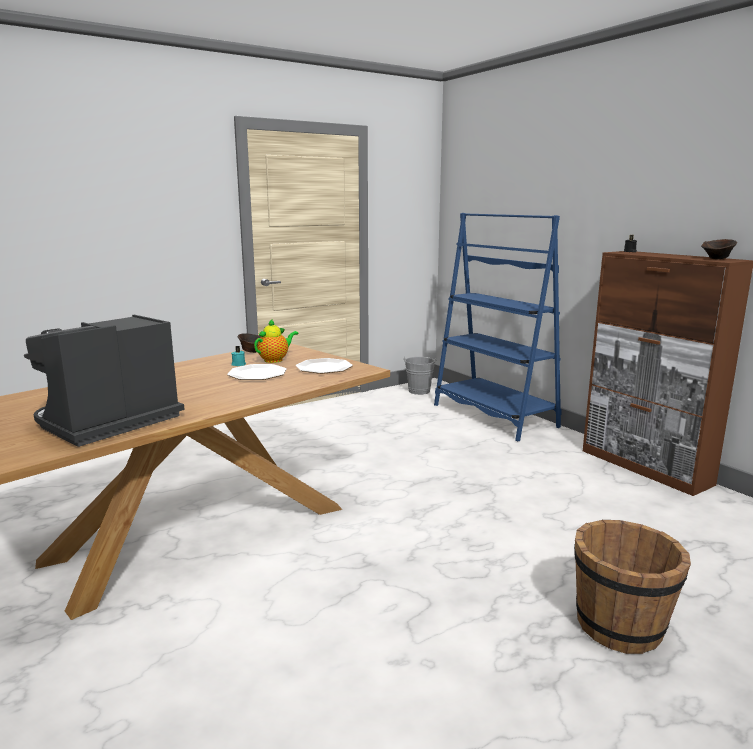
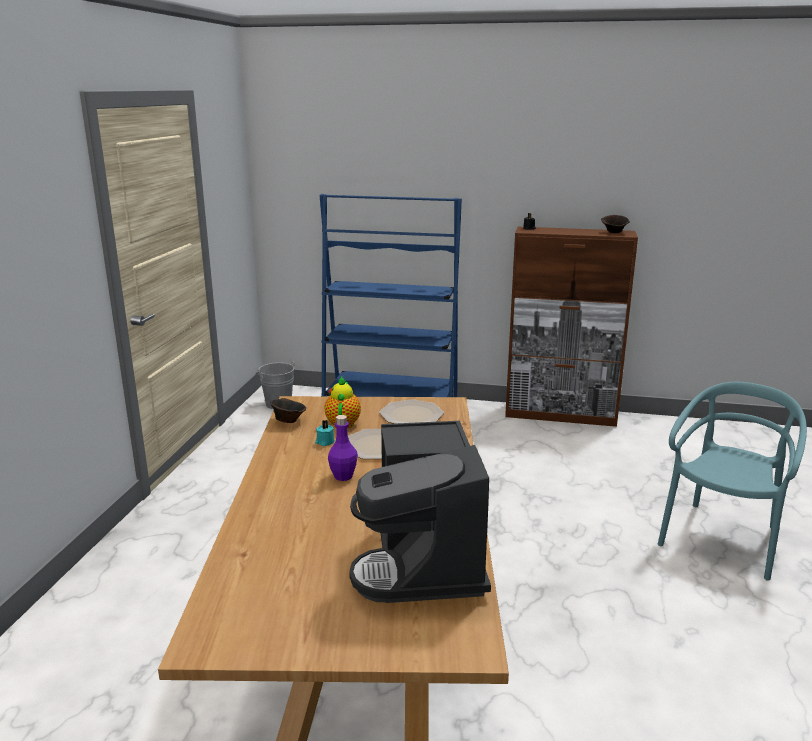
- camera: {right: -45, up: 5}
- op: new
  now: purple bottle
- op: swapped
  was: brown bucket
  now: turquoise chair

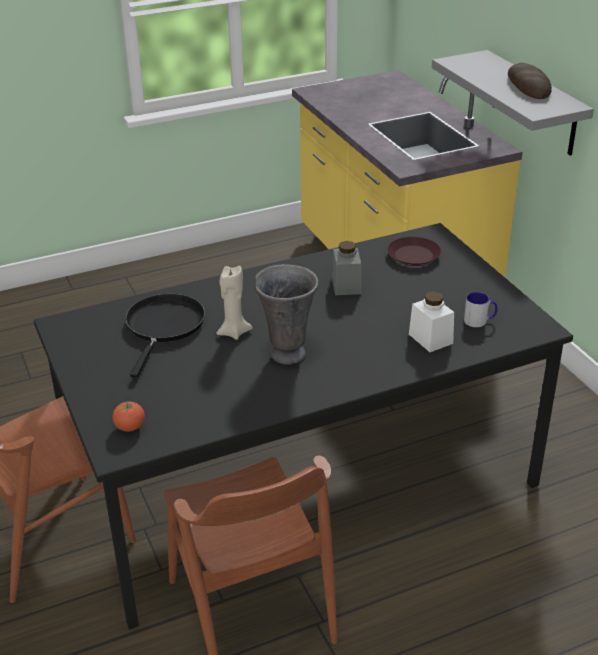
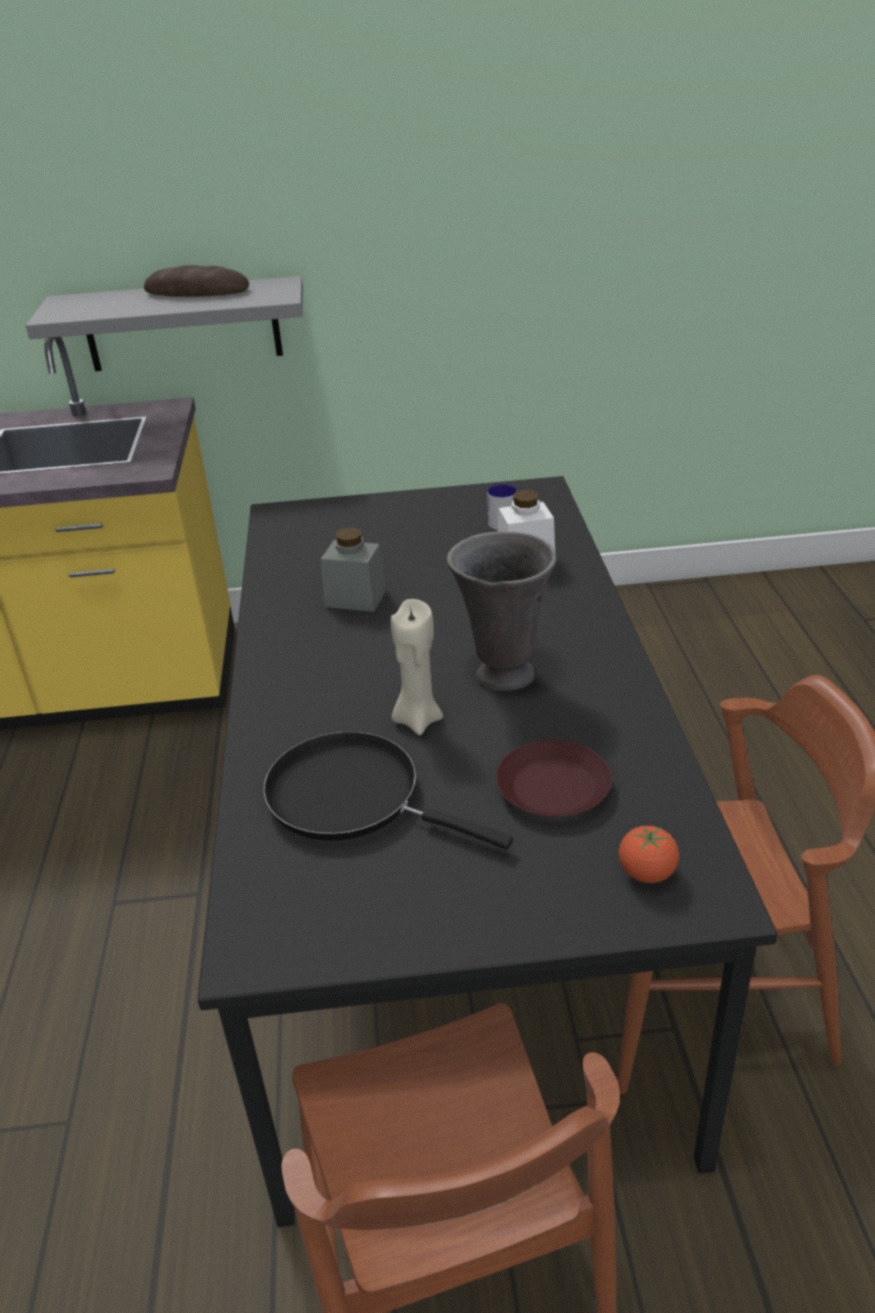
- camera: {right: -70, up: 0}
- op: shifted
  was: brown plate

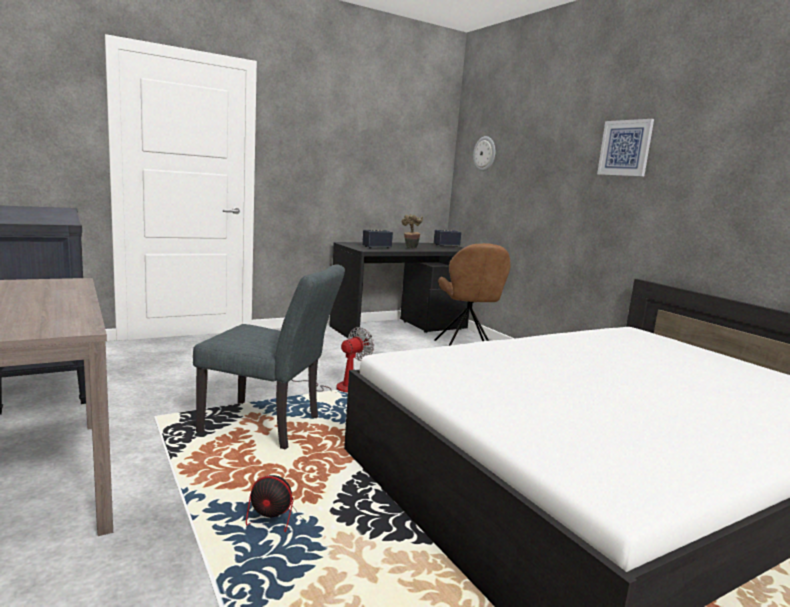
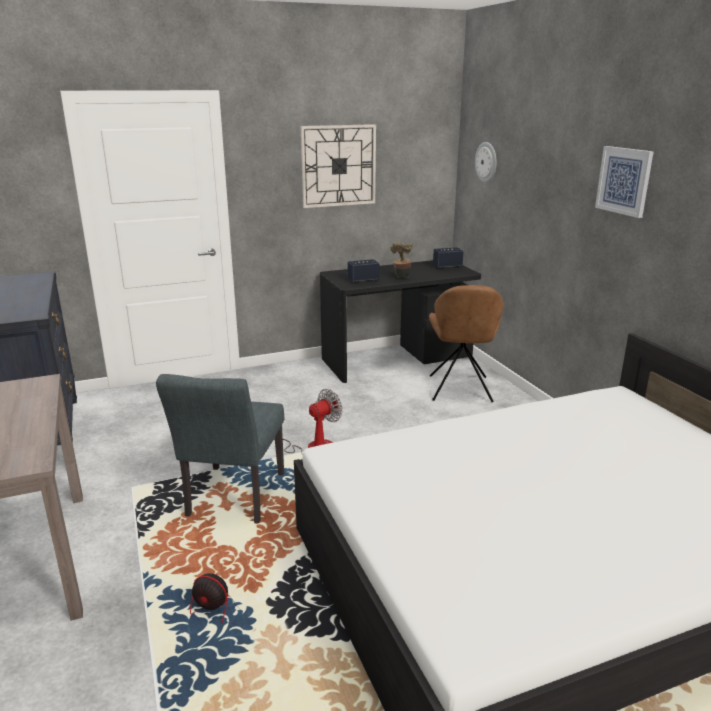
- camera: {right: 10, up: 10}
- op: rotated
  was: grey chair
  clockwise: 75
- op: new
  now: wall clock (no. 1 from left)

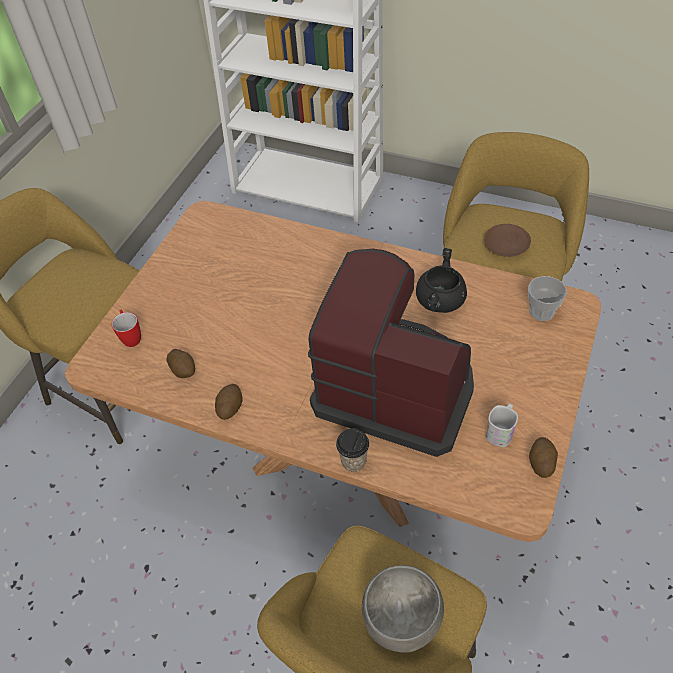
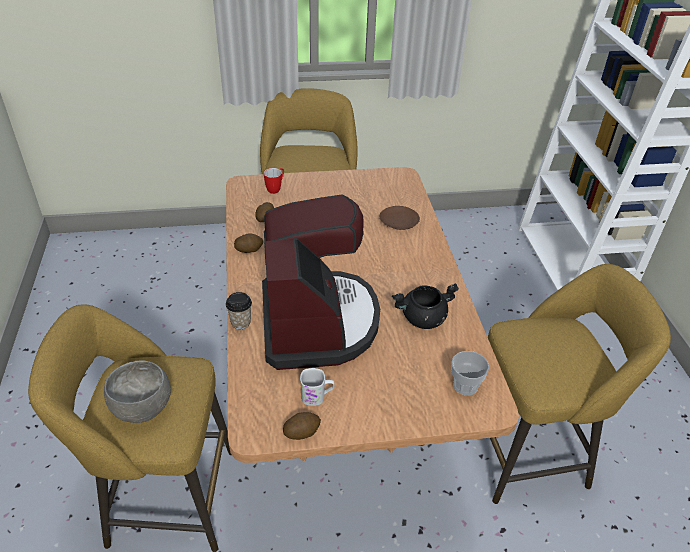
- camera: {right: 55, up: -10}
- op: shifted
  was: brown plate

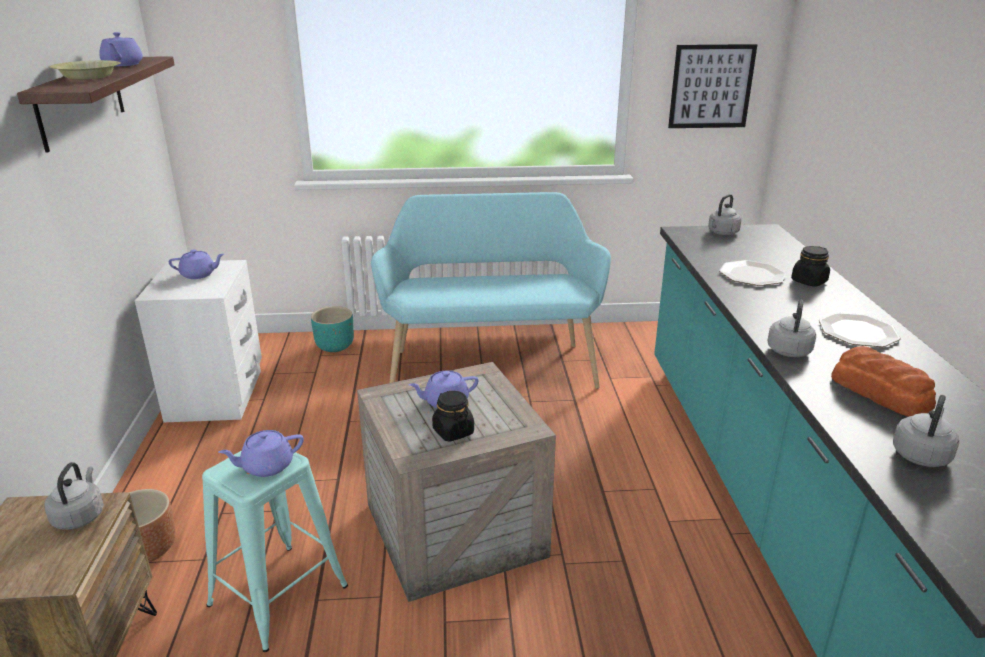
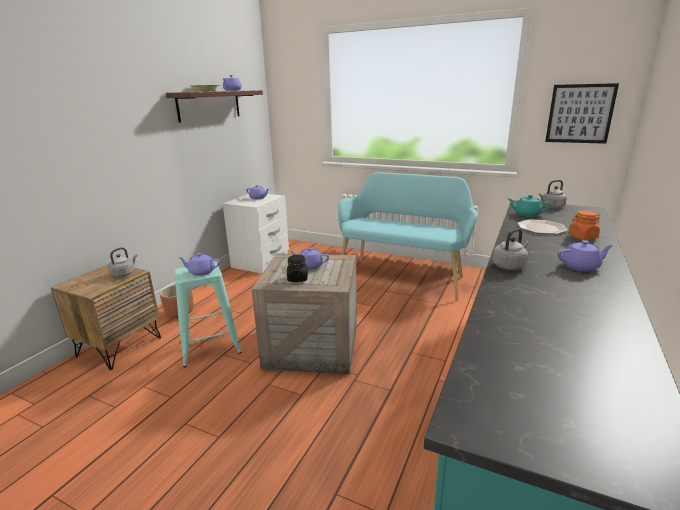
- camera: {right: 30, up: -5}
- op: new
  now: turquoise teapot
- op: swapped
  was: plate (no. 2 from left)
  now: purple teapot (no. 5 from left)
- op: repainted
  was: black jar (no. 2 from left)
  now: orange jar
- op: gone
  was: turquoise planter
- op: gone
  was: bread
- op: gone
  was: grey kettle (no. 4 from left)

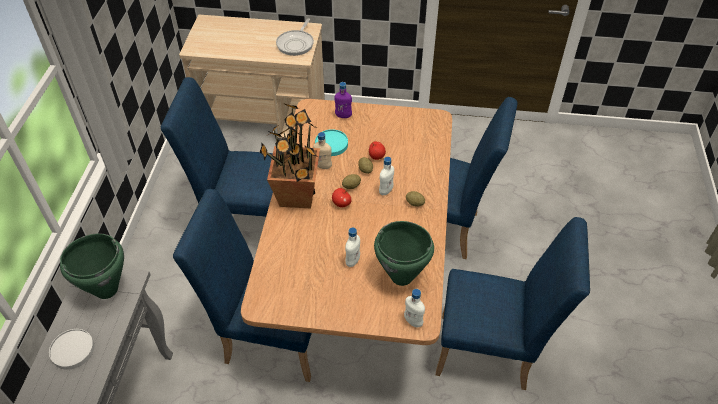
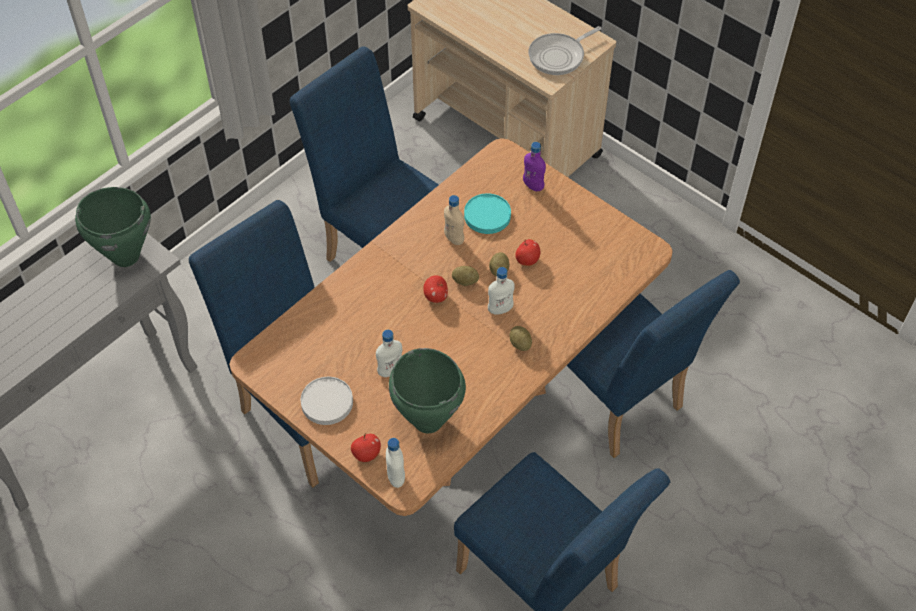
- camera: {right: 35, up: 5}
- op: shifted
  was: white plate
- op: new
  now: apple (no. 1 from left)
- op: gone
  was: potted plant

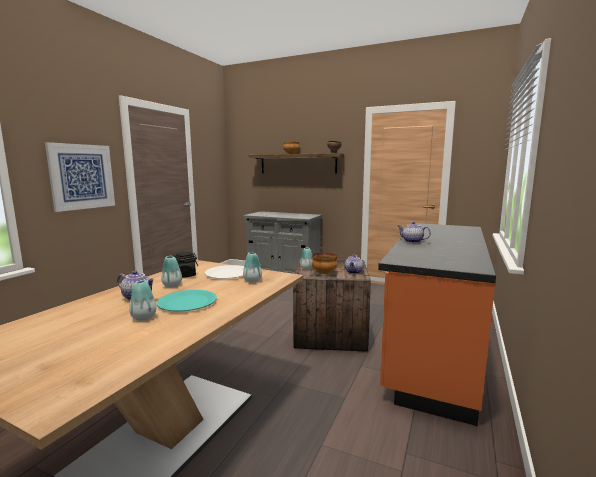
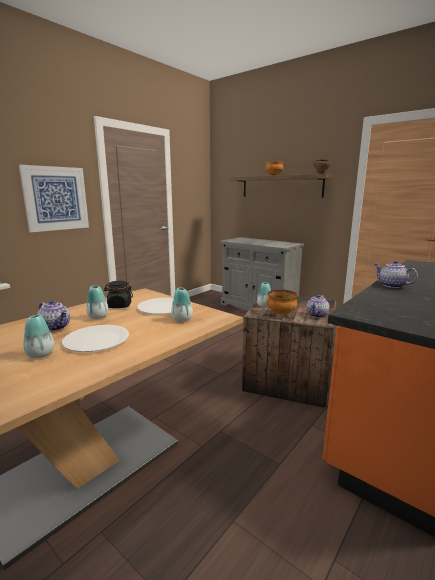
- camera: {right: 15, up: 5}
- op: repainted
  was: turquoise plate
  now: white plate (no. 1 from left)

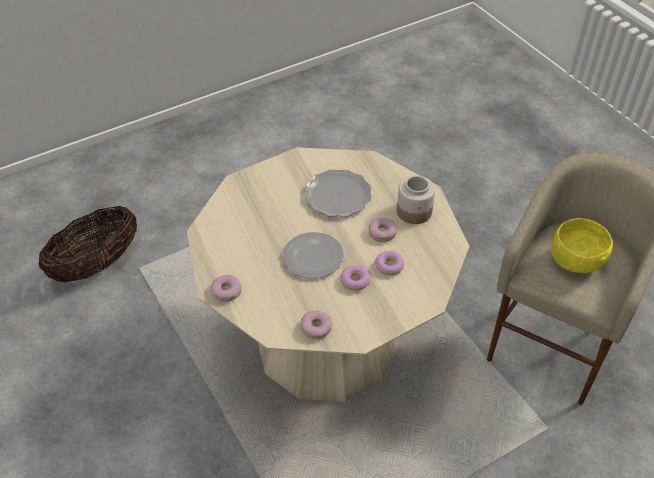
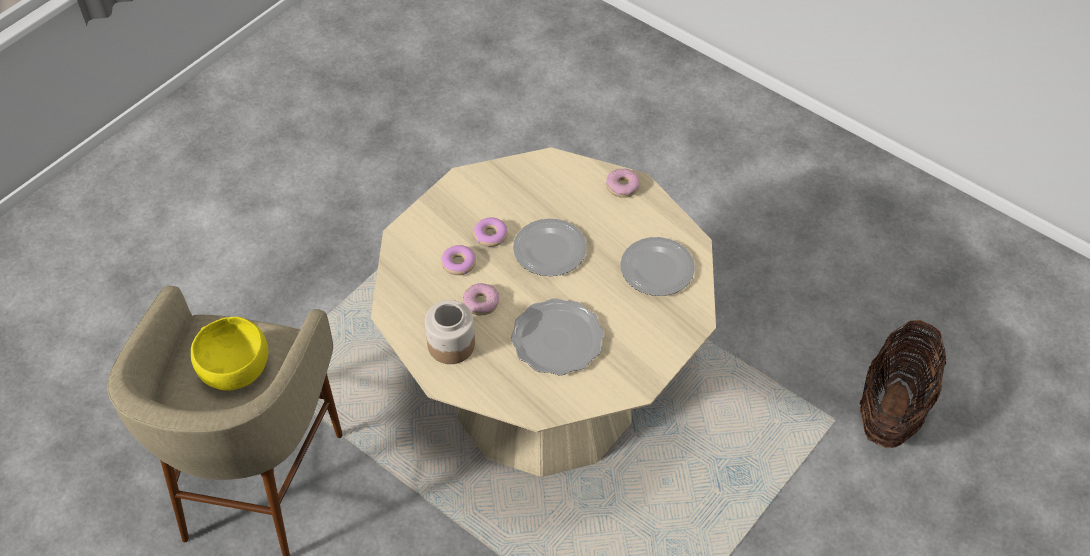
- camera: {right: 160, up: 5}
- op: new
  now: plate (no. 3 from left)
- op: gone
  was: donut (no. 2 from left)

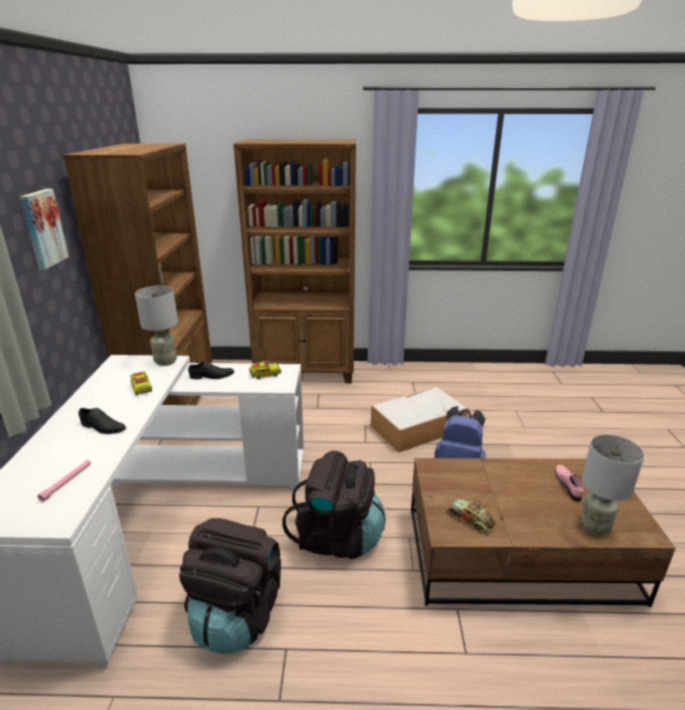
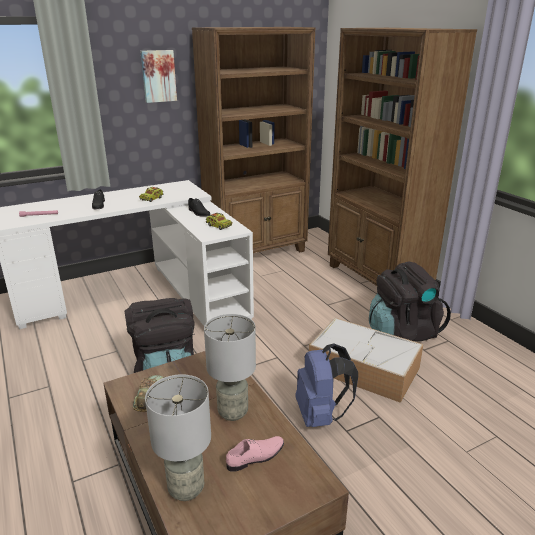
- camera: {right: 60, up: 0}
- op: shifted
  was: grey table lamp (no. 1 from left in the first image)
  now: grey table lamp (no. 2 from left)
- op: shifted
  was: black backpack (no. 1 from left in the first image)
  now: black backpack (no. 2 from left)

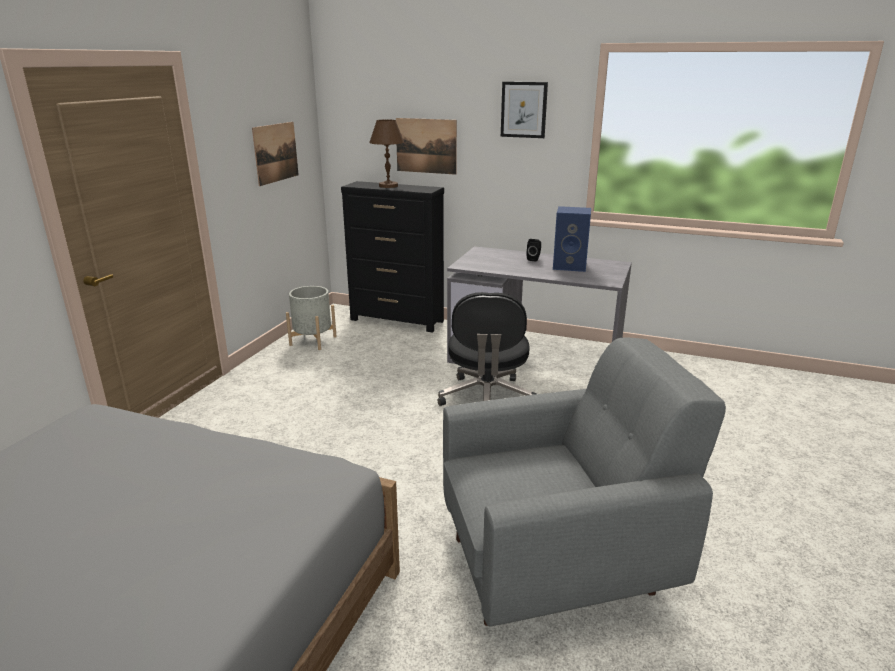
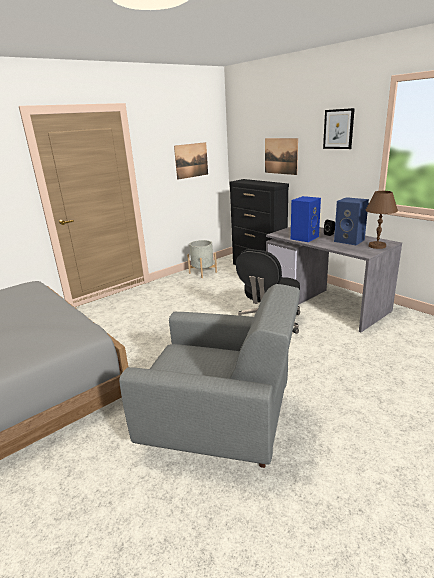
- camera: {right: 30, up: 0}
- op: new
  now: blue speaker (no. 1 from left)
- op: shifted
  was: brown table lamp

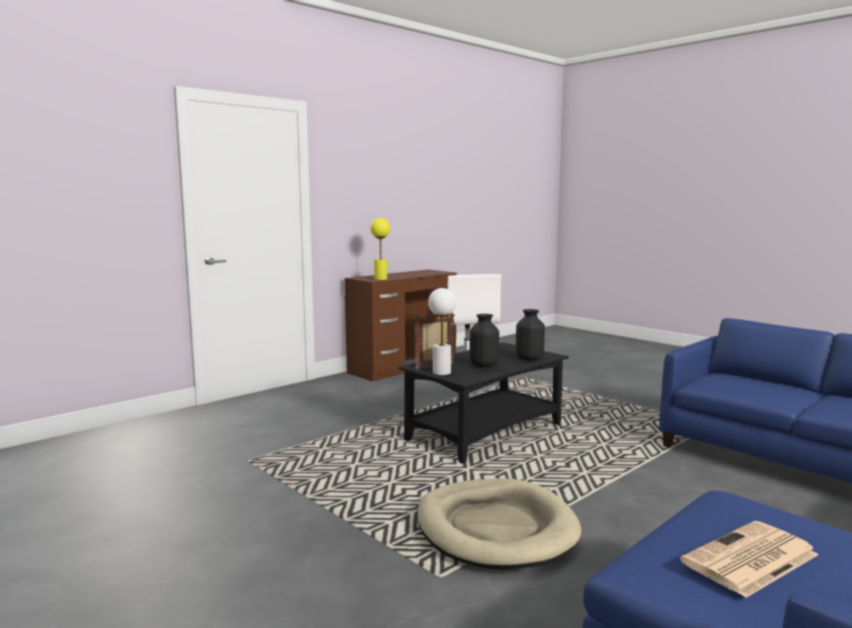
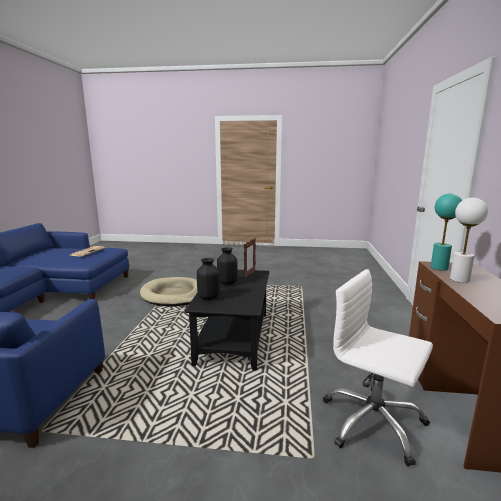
- camera: {right: 140, up: 5}
- op: repainted
  was: yellow table lamp
  now: turquoise table lamp
- op: shifted
  was: white table lamp

